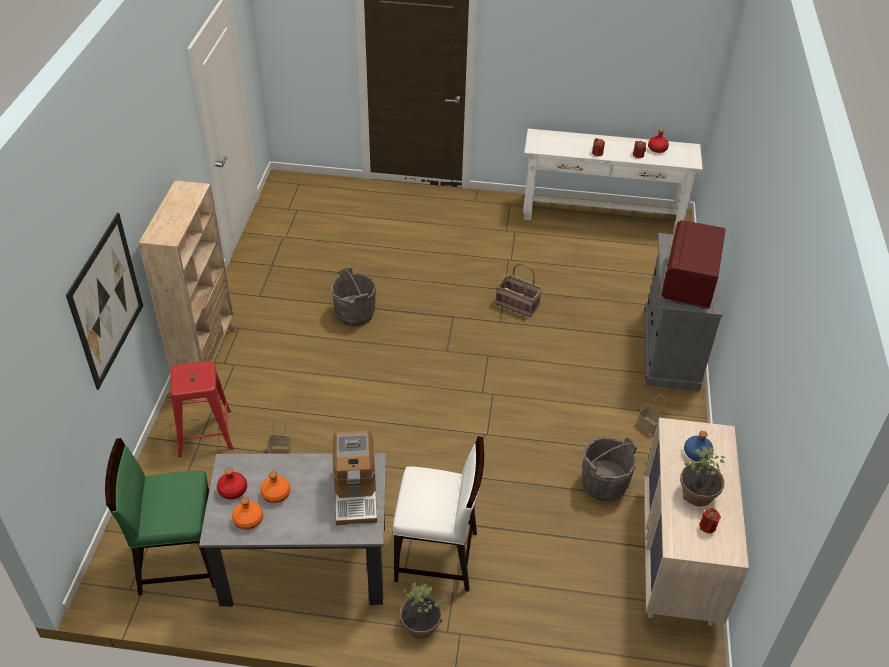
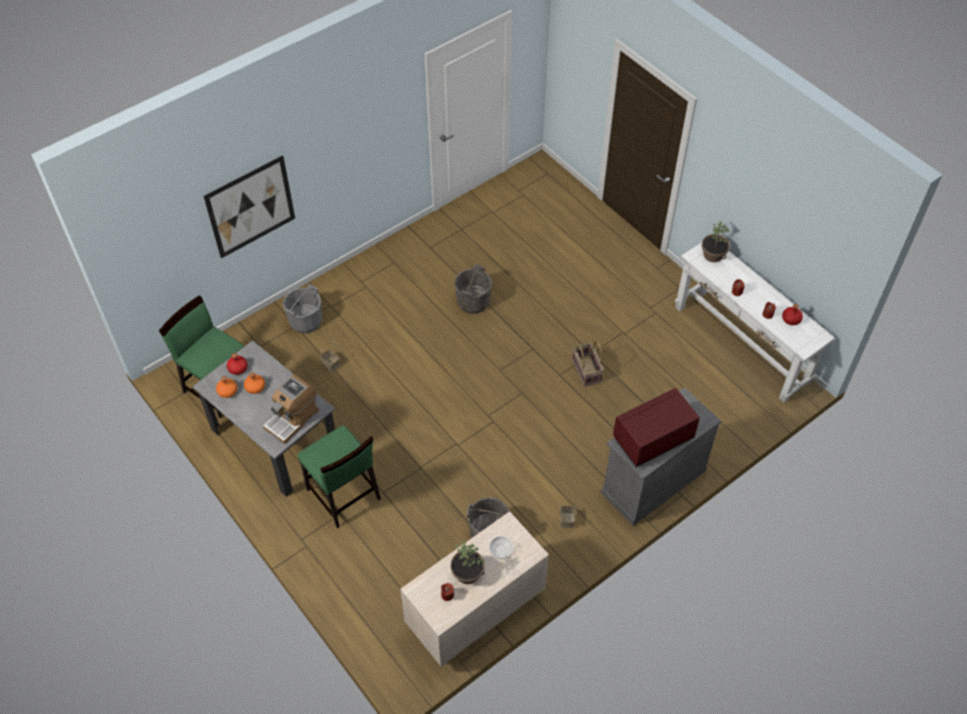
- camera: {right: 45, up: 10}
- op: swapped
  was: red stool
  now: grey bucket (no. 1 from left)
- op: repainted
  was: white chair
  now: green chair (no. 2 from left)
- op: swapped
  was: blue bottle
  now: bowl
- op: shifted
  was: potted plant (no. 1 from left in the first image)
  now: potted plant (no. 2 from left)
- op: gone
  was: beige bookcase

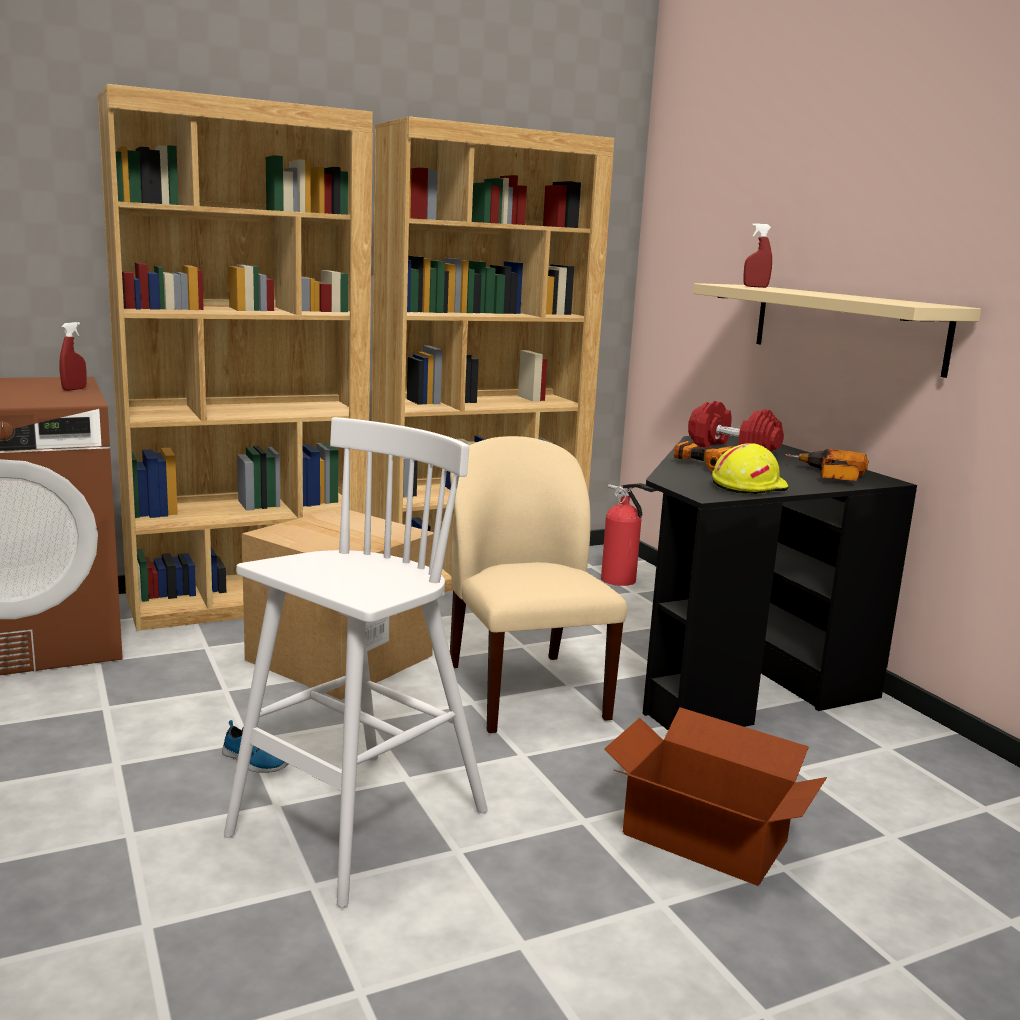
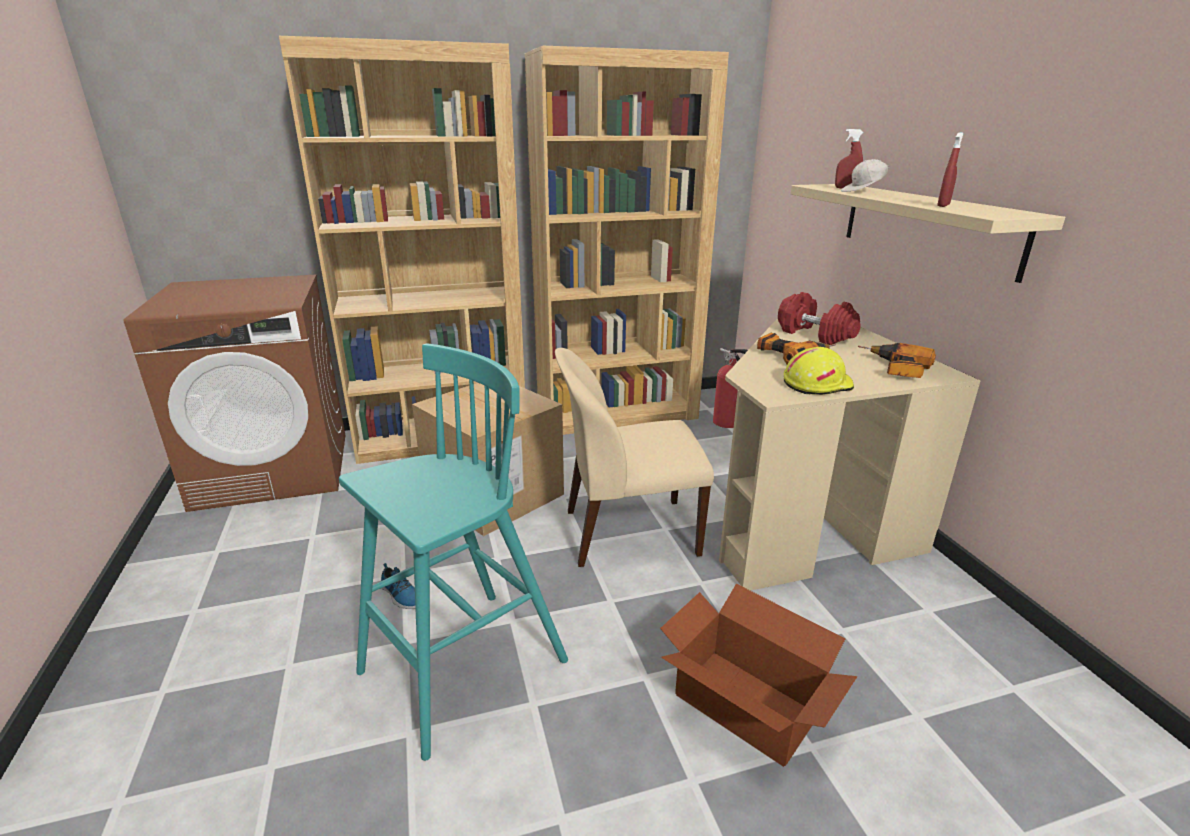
- camera: {right: 10, up: 10}
- op: repainted
  was: white stool
  now: turquoise stool
- op: rotated
  was: beige chair
  clockwise: -90
- op: repainted
  was: black desk
  now: beige desk
- op: new
  now: white cap
- op: shifted
  was: red spray bottle (no. 1 from left in the first image)
  now: red spray bottle (no. 2 from left)

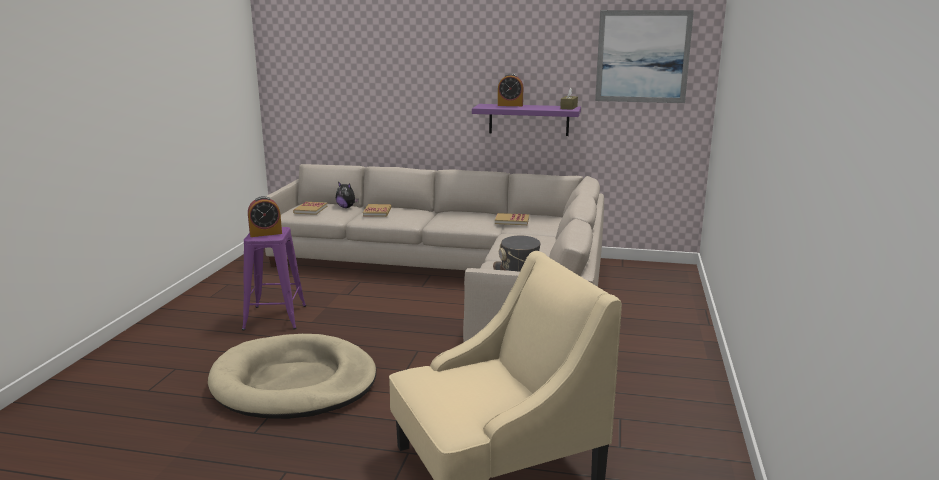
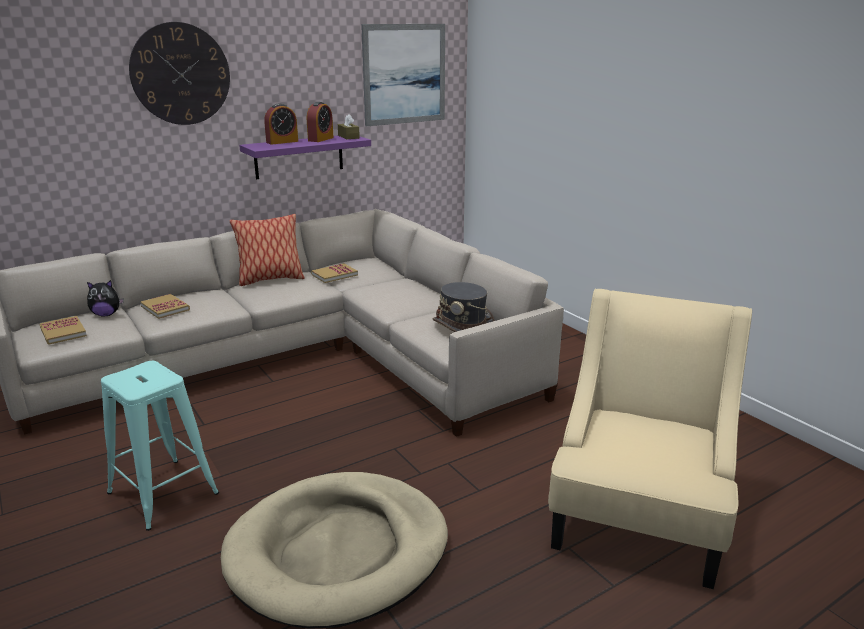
- camera: {right: -45, up: 5}
- op: repainted
  was: purple stool
  now: turquoise stool
- op: new
  now: wall clock
- op: new
  now: pillow
- op: shifted
  was: alarm clock (no. 1 from left in the first image)
  now: alarm clock (no. 2 from left)

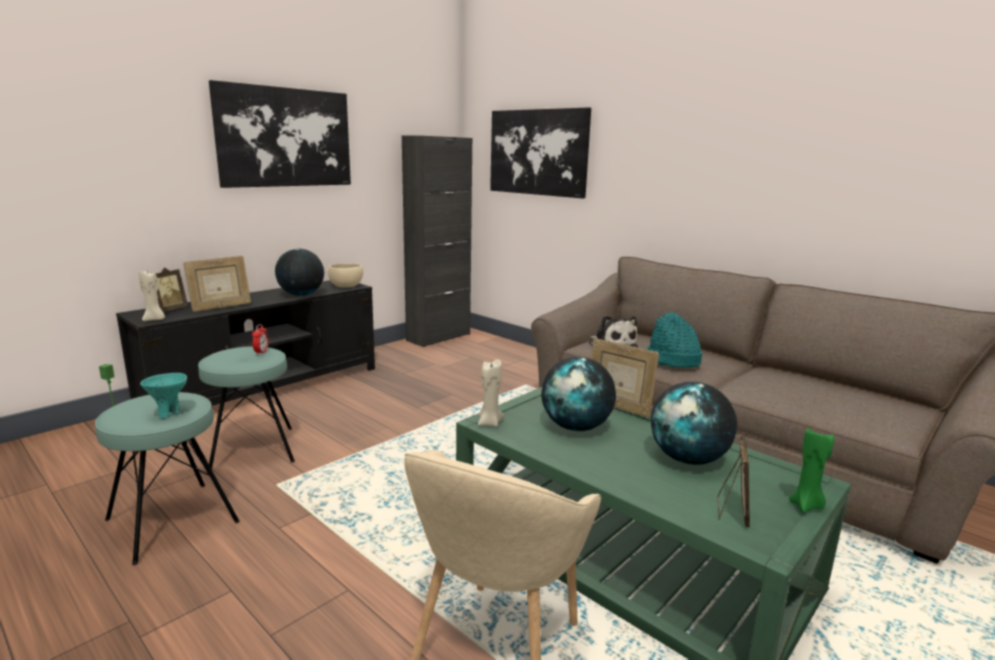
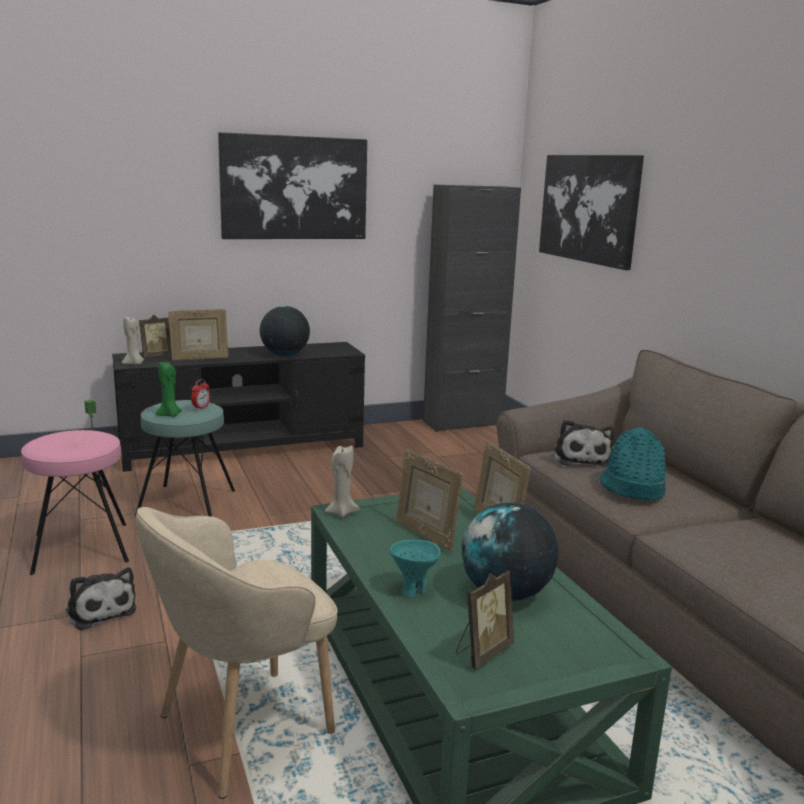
- camera: {right: 25, up: 0}
- op: repainted
  was: turquoise stool (no. 1 from left)
  now: pink stool
- op: new
  now: plush toy (no. 1 from left)
- op: shifted
  was: green candle
- op: shifted
  was: turquoise bowl
- op: swapped
  was: globe (no. 2 from left)
  now: picture frame (no. 3 from left)
- op: gone
  was: beige bowl

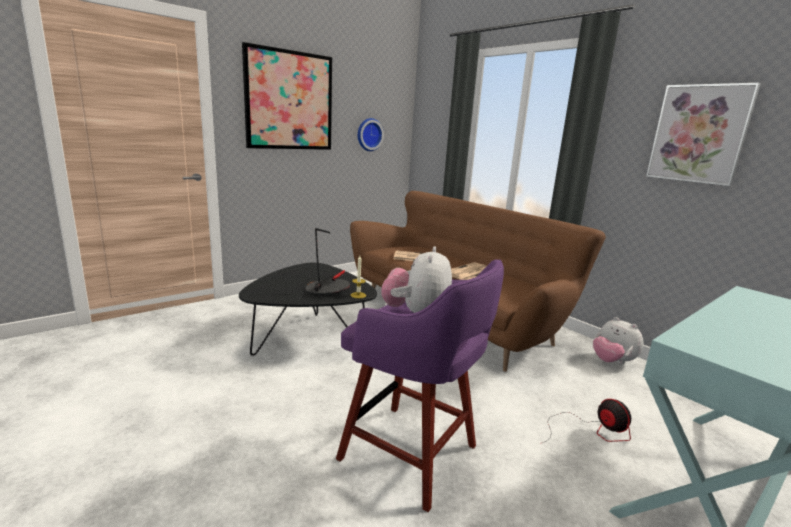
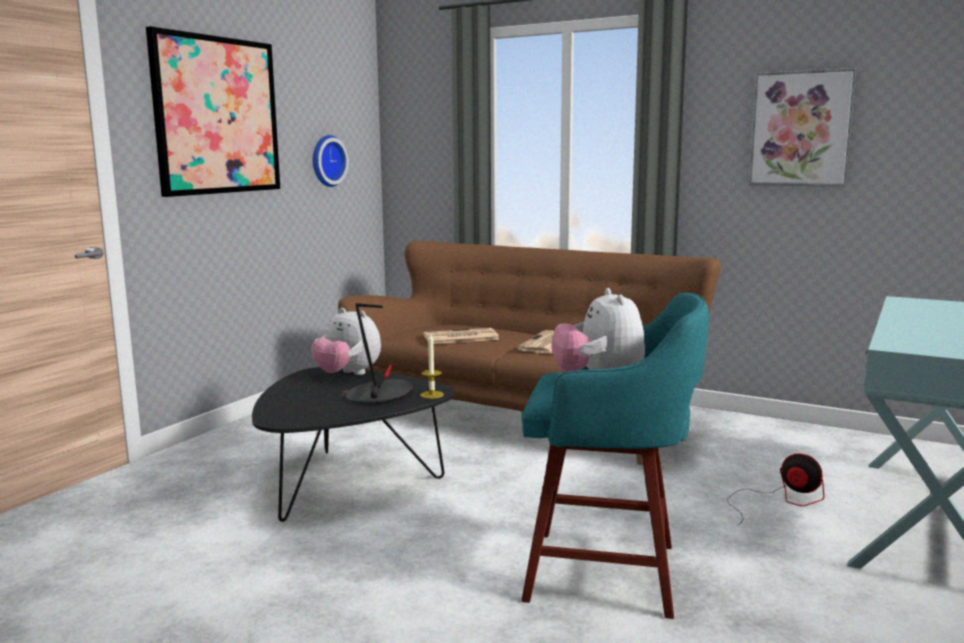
- camera: {right: -20, up: -5}
- op: shifted
  was: plush toy (no. 2 from left in the first image)
  now: plush toy (no. 1 from left)
- op: repainted
  was: purple stool
  now: turquoise stool

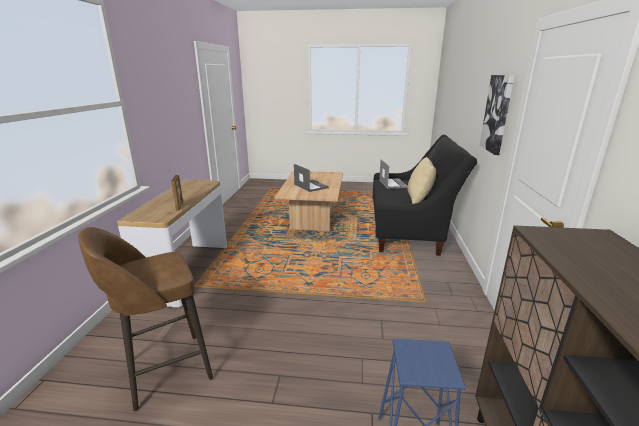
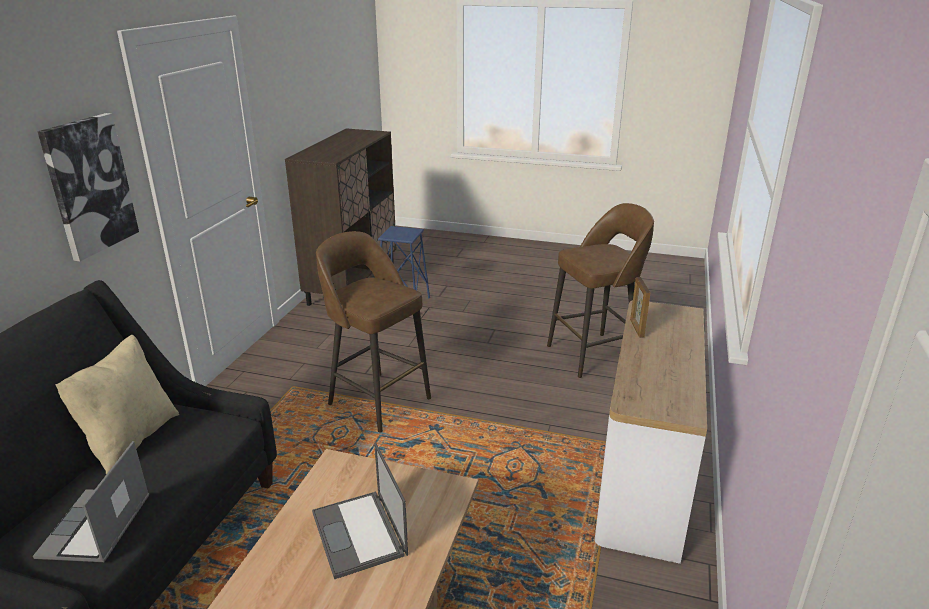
- camera: {right: -170, up: 5}
- op: new
  now: brown stool (no. 1 from left)

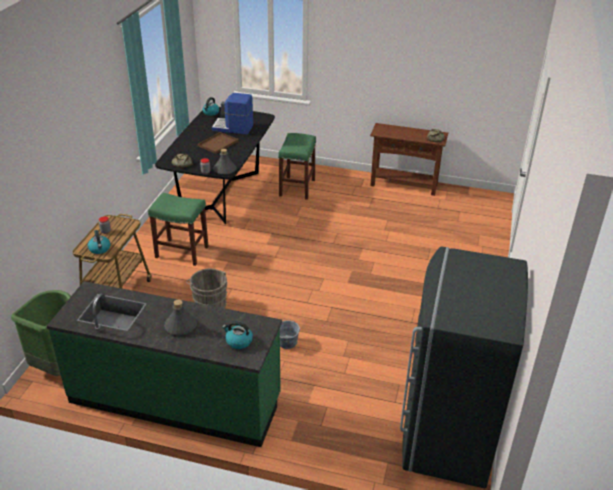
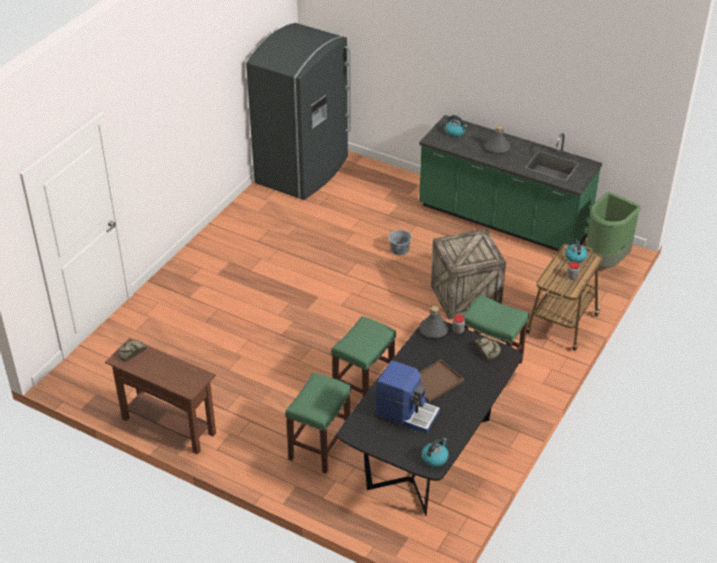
- camera: {right: -165, up: 5}
- op: new
  now: green stool (no. 2 from left)
- op: swapped
  was: grey bucket (no. 1 from left)
  now: crate

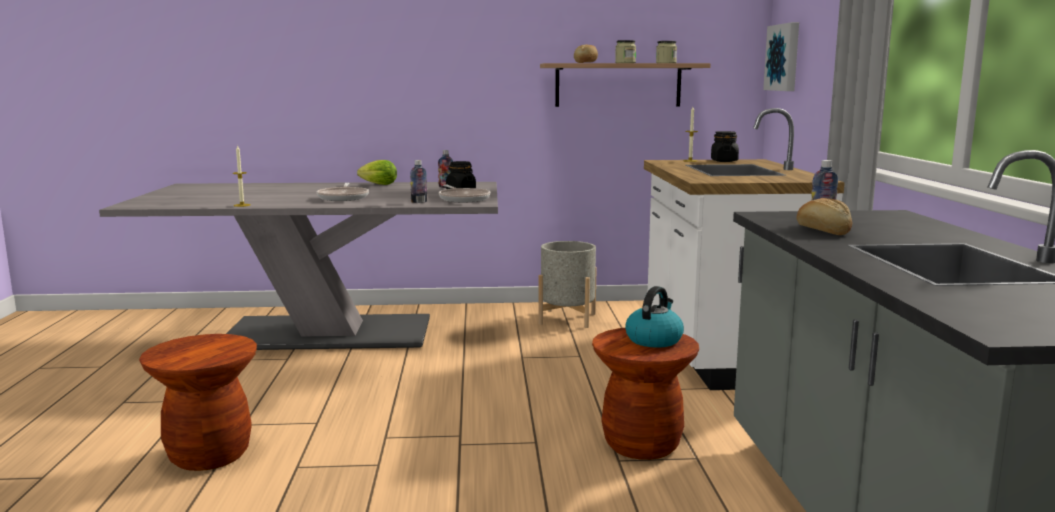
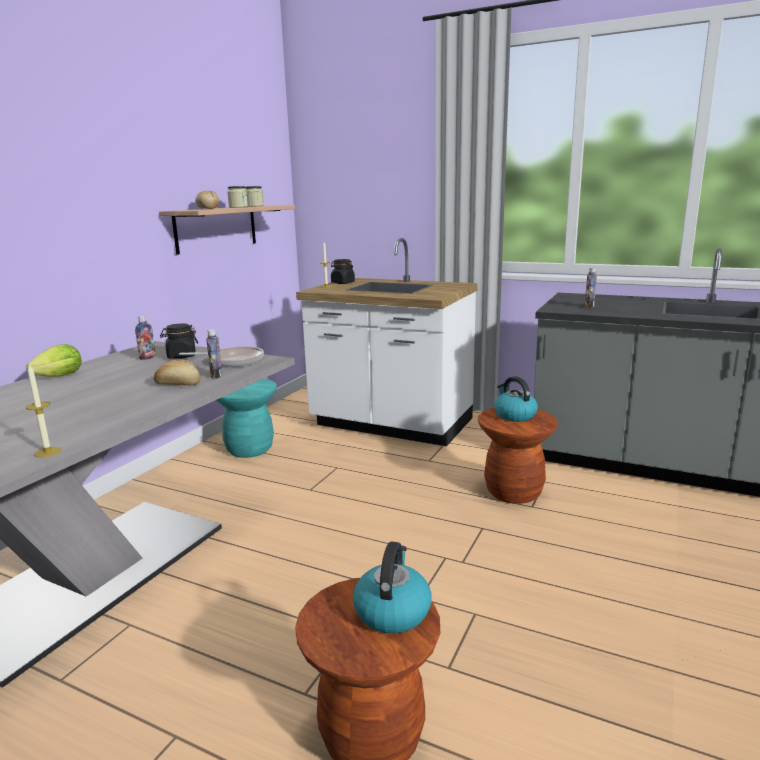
- camera: {right: -60, up: 5}
- op: shifted
  was: bread (no. 2 from left in the first image)
  now: bread (no. 1 from left)
- op: swapped
  was: grey planter
  now: turquoise stool
- op: new
  now: kettle (no. 1 from left)
- op: gone
  was: frying pan (no. 1 from left)
- op: gone
  was: picture

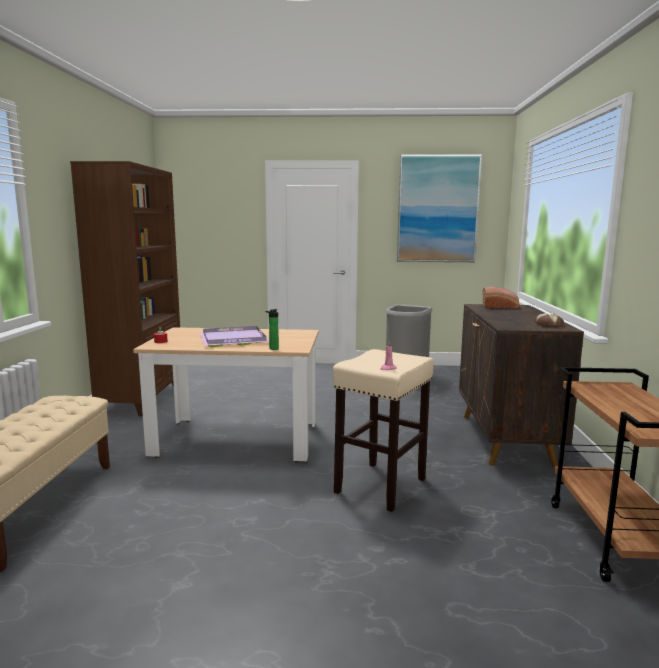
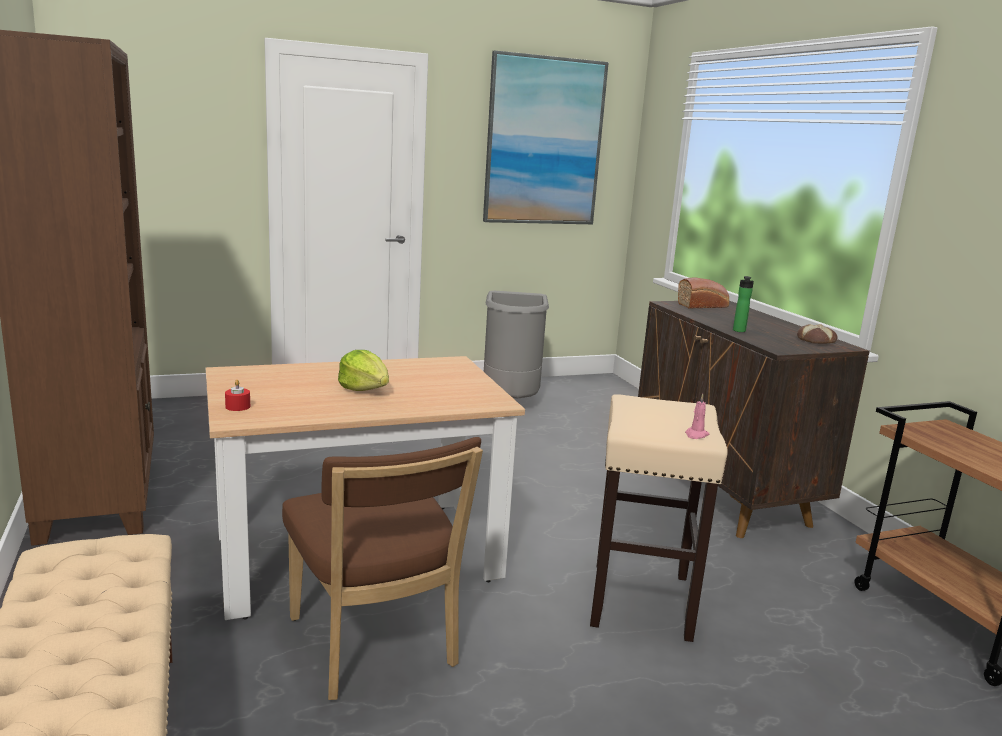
- camera: {right: -25, up: 5}
- op: new
  now: brown chair
- op: swapped
  was: purple tray
  now: lettuce
- op: shifted
  was: bottle

